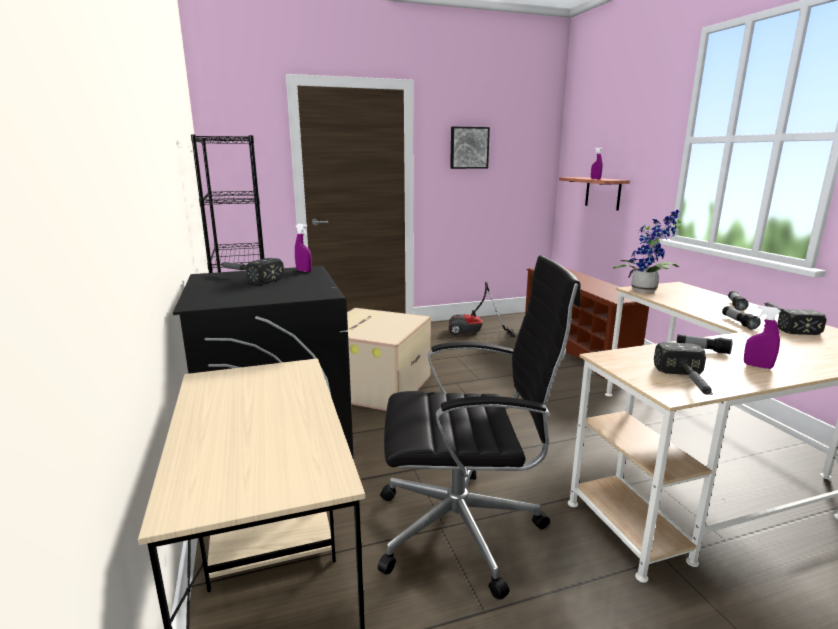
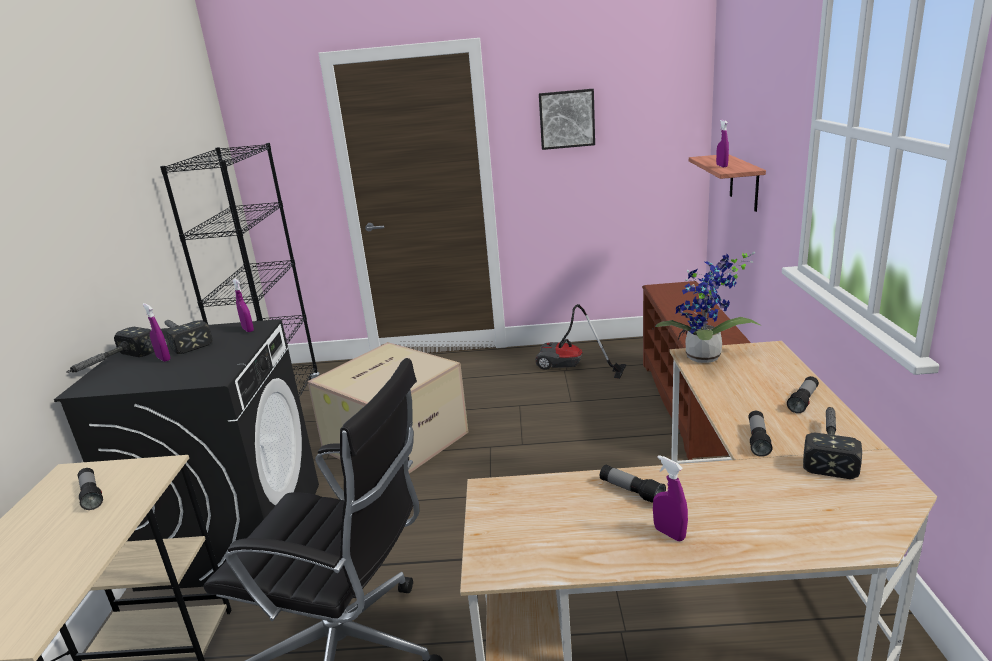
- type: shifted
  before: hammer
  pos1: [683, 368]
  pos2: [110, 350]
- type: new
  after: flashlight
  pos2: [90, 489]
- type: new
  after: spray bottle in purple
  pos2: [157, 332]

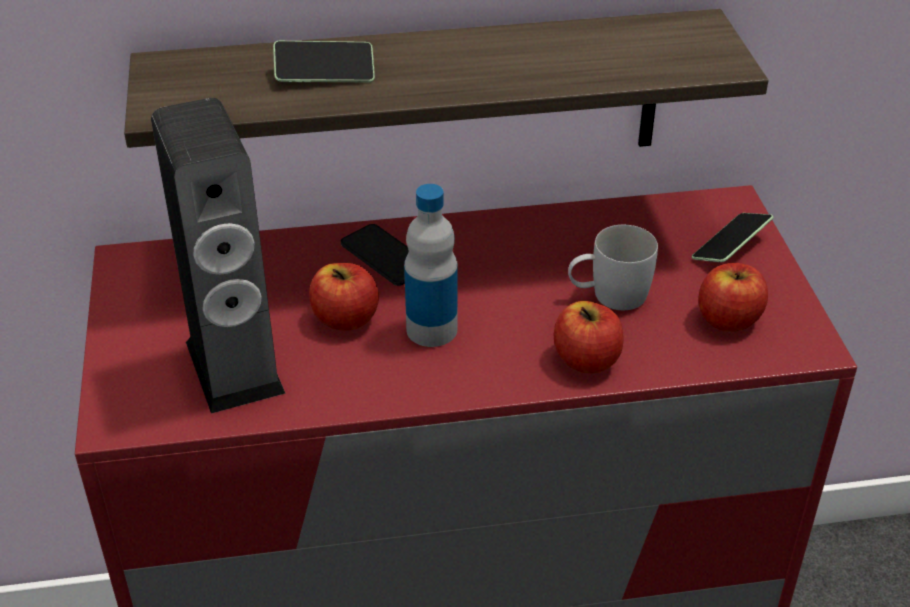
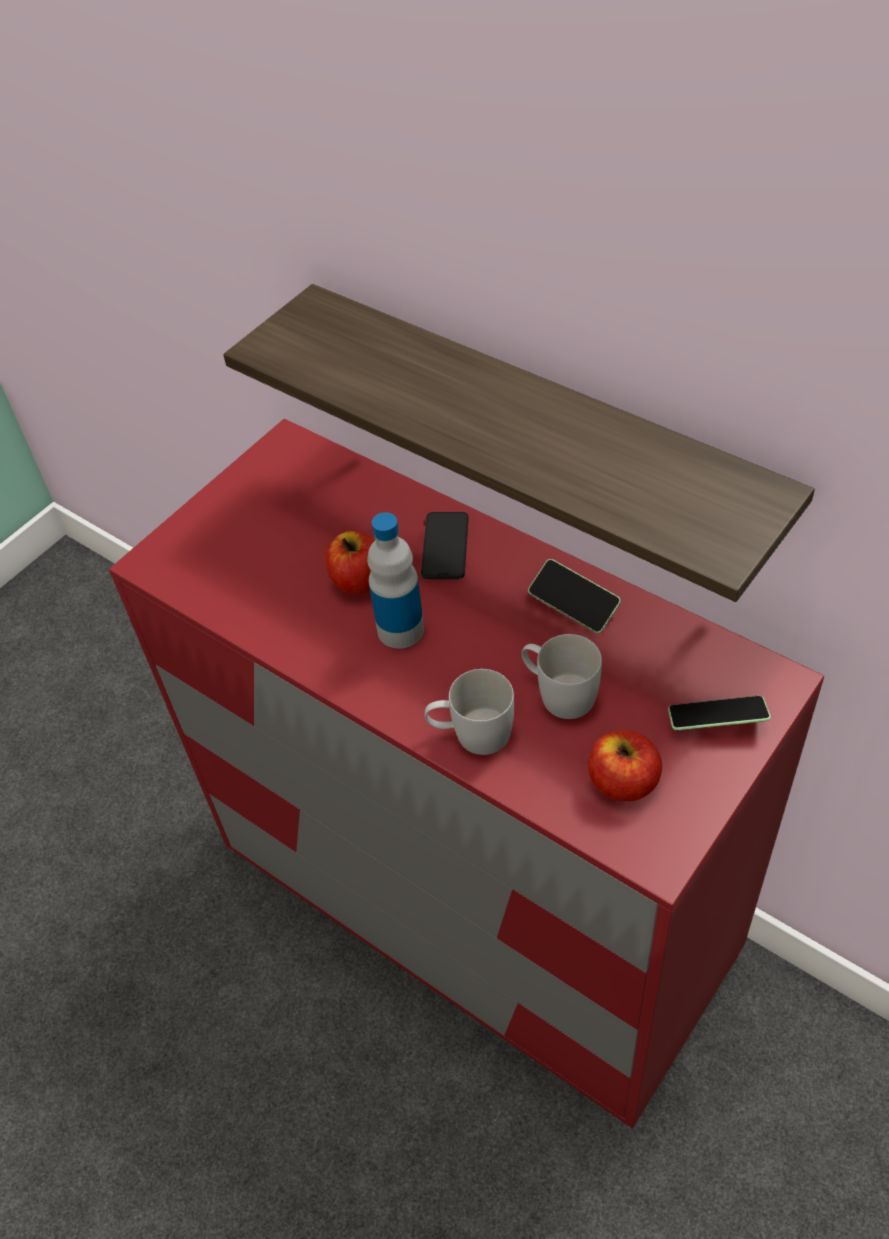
- type: swapped
  before: apple
  after: mug in white
  pos1: [588, 337]
  pos2: [469, 712]
- type: shifted
  before: phone
  pos1: [324, 61]
  pos2: [574, 596]
- type: gone
  before: speaker
  pos1: [218, 256]

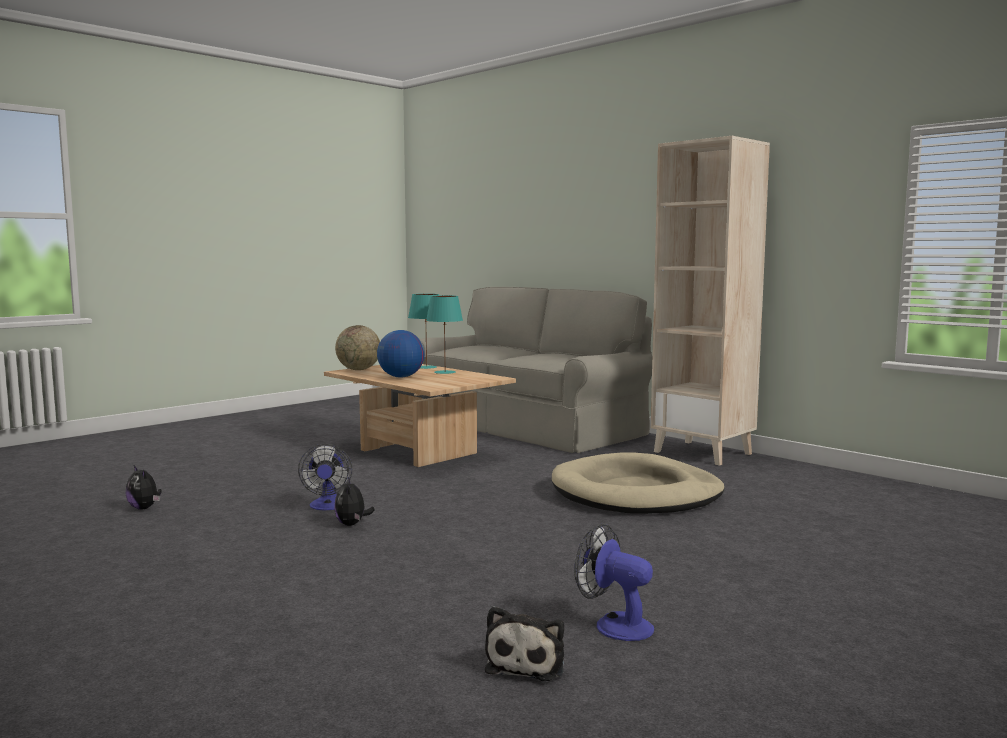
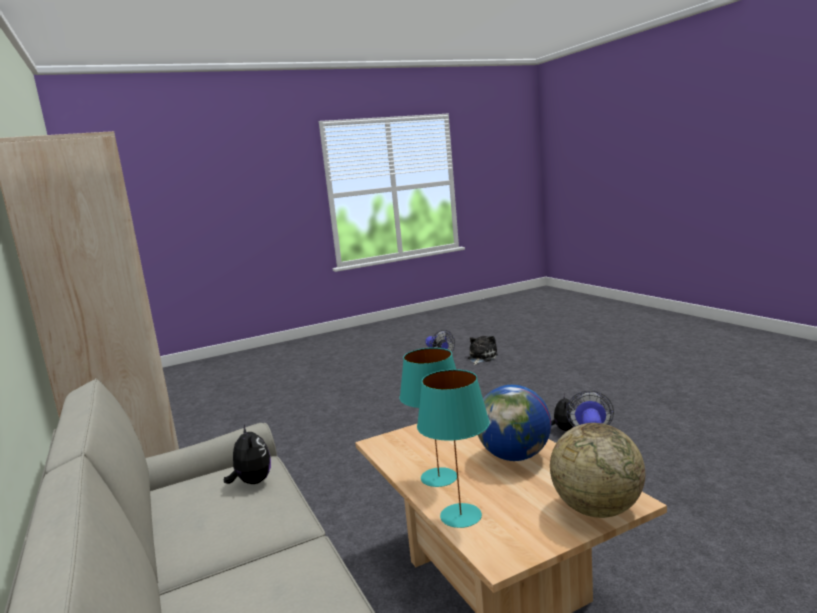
- type: shifted
  before: plush toy
  pos1: [144, 488]
  pos2: [247, 454]
- type: gone
  before: dog bed in beige
  pos1: [638, 483]

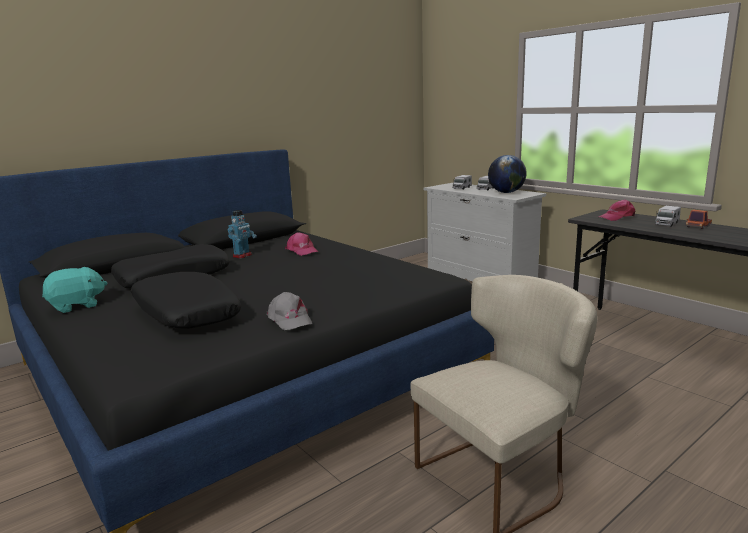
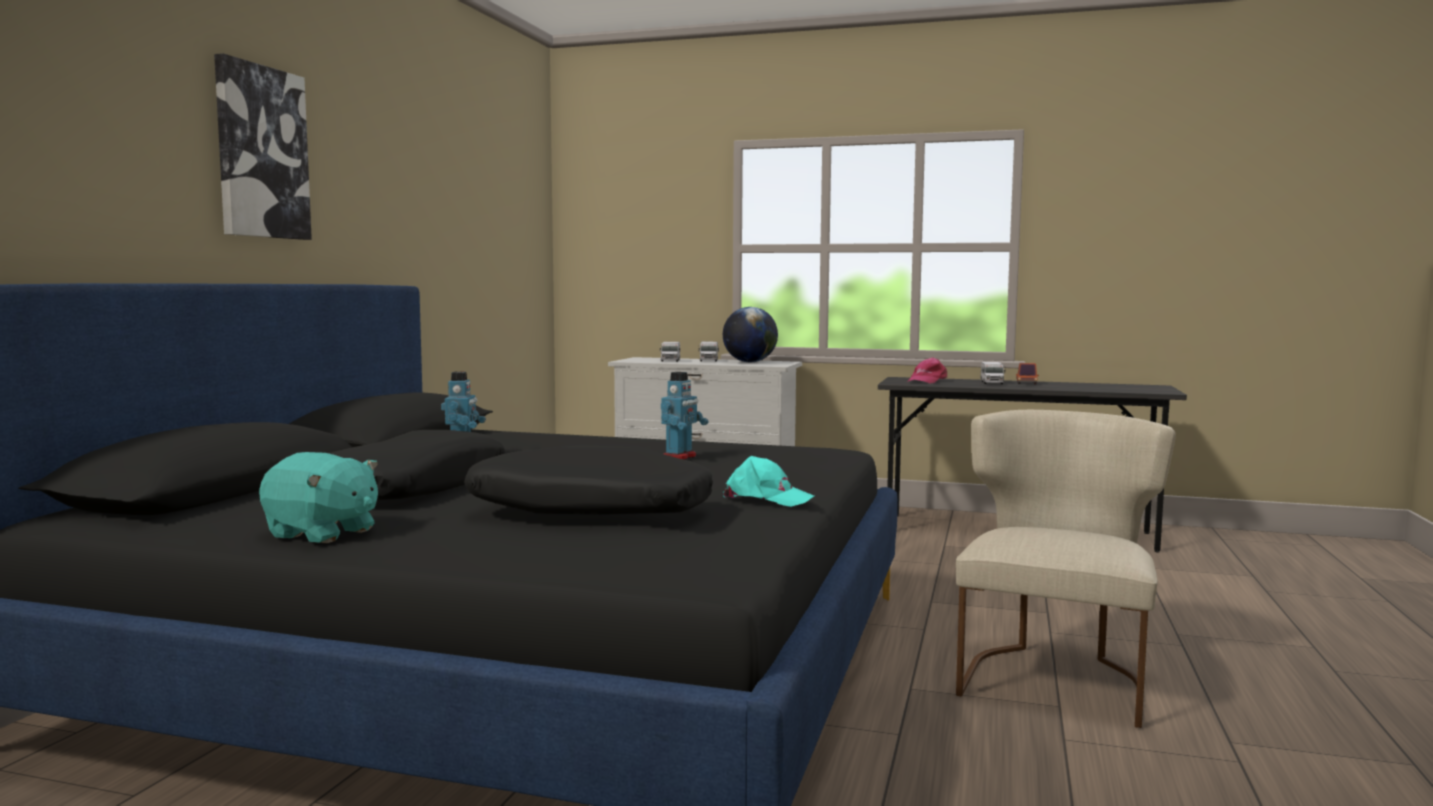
- type: new
  after: picture
  pos2: [263, 146]
- type: rotated
  before: plush toy in turquoise
  pos1: [74, 290]
  pos2: [318, 497]
  turn: 90
- type: new
  after: toy robot
  pos2: [684, 416]
- type: repainted
  before: cap in grey
  after: cap in turquoise
  pos1: [289, 311]
  pos2: [768, 481]
- type: gone
  before: cap in pink
  pos1: [301, 244]

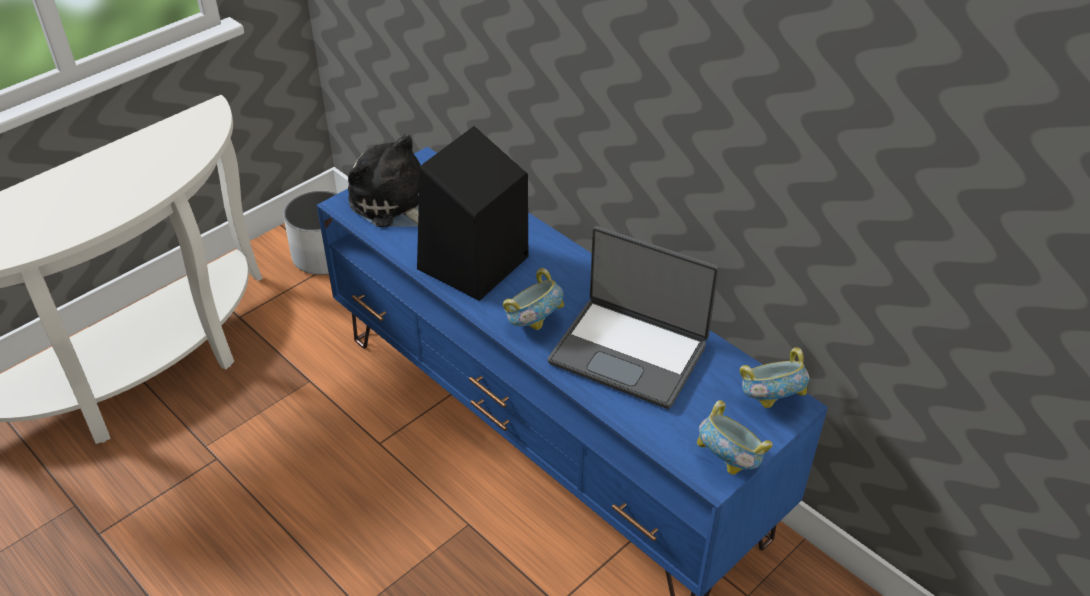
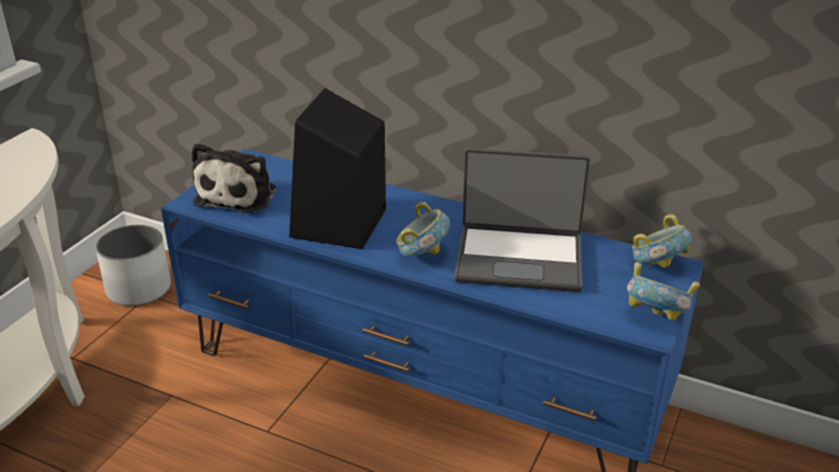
- type: rotated
  before: plush toy
  pos1: [384, 180]
  pos2: [233, 178]
  turn: -105

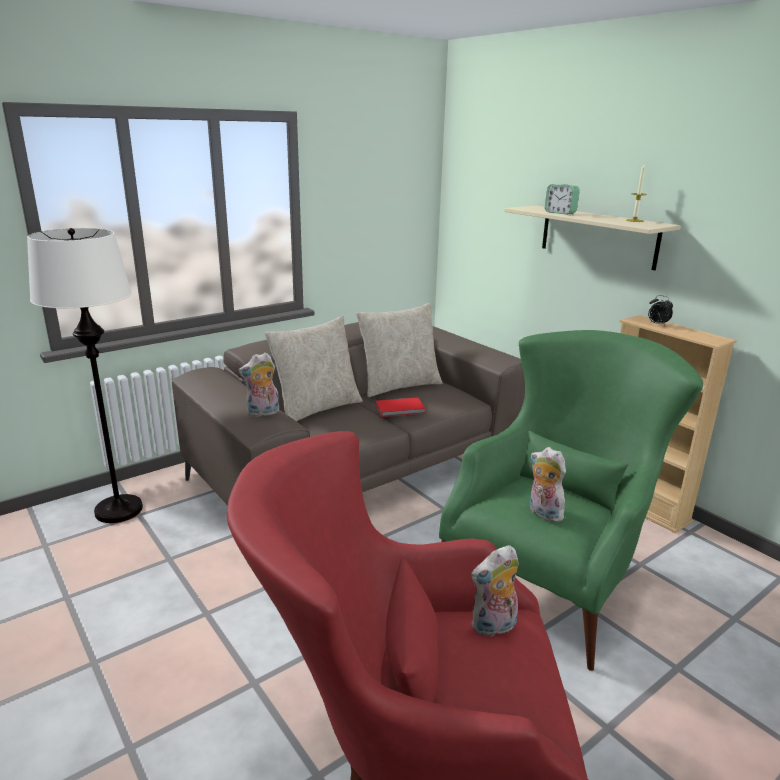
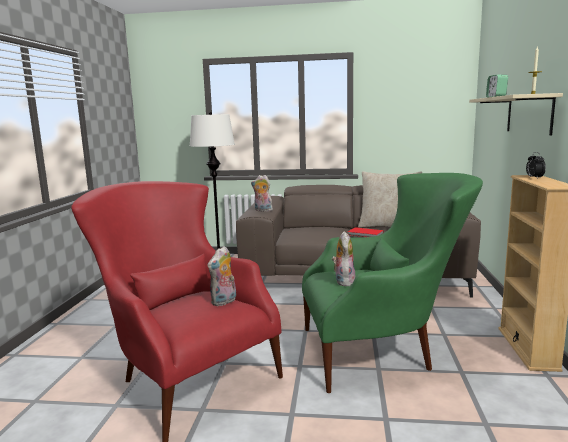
- type: rotated
  before: plush toy
  pos1: [495, 591]
  pos2: [222, 276]
  turn: -75
- type: gone
  before: pillow in beige
  pos1: [314, 368]

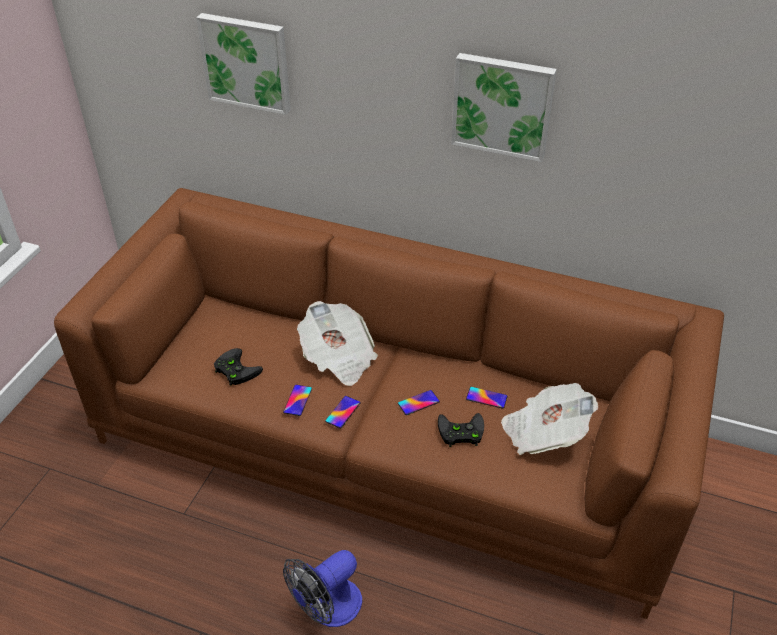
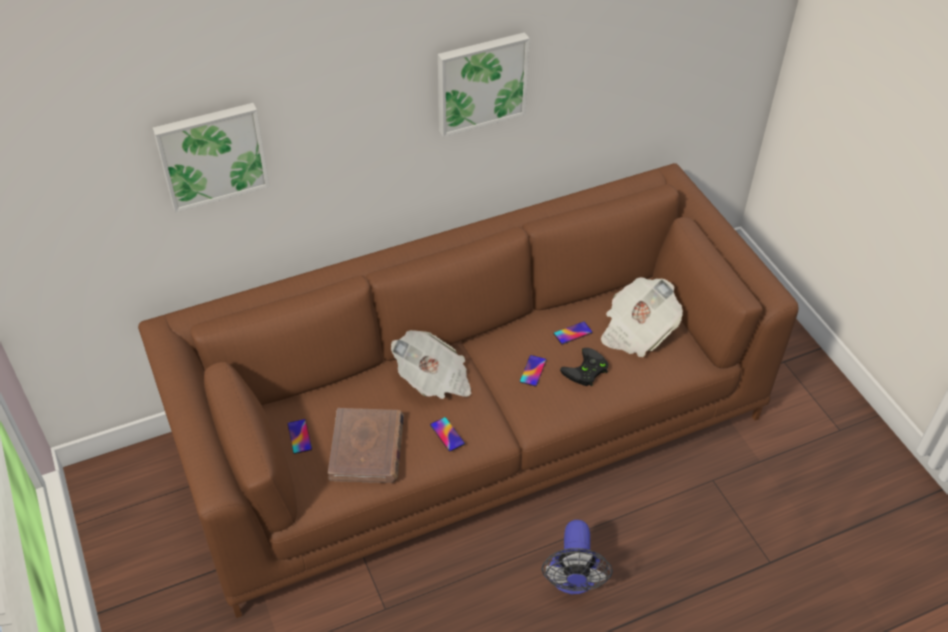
- type: shifted
  before: phone
  pos1: [343, 412]
  pos2: [300, 436]
- type: swapped
  before: game controller in black
  after: book in brown
  pos1: [238, 367]
  pos2: [366, 445]

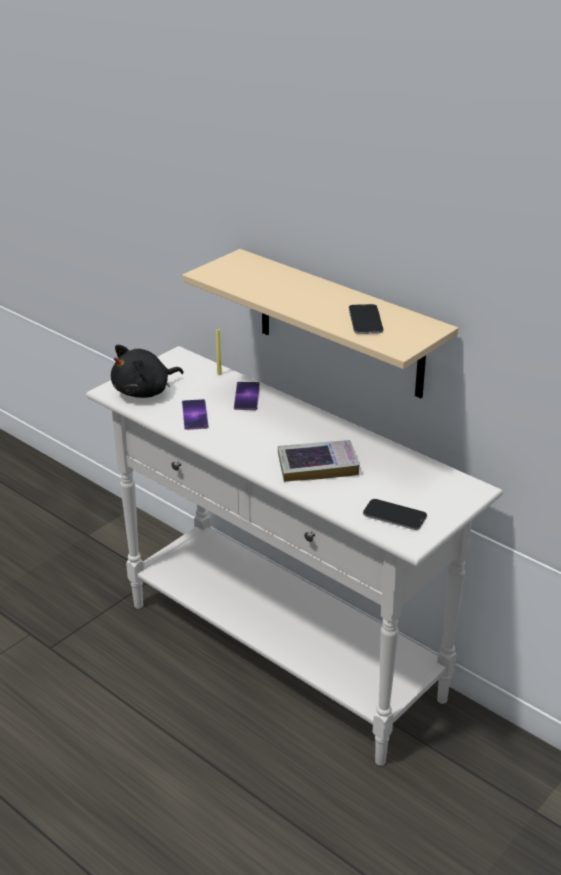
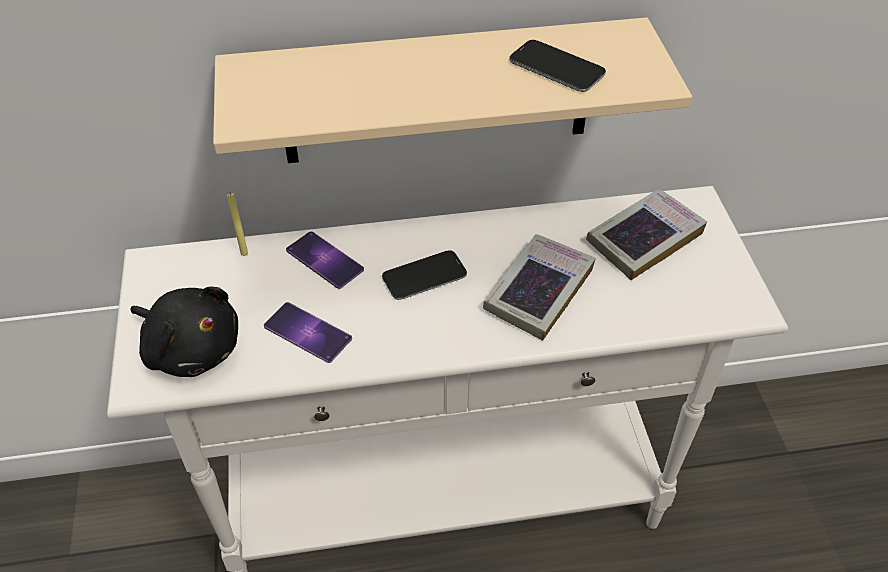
- type: rotated
  before: plush toy in black
  pos1: [147, 371]
  pos2: [184, 332]
  turn: -60
- type: shifted
  before: phone
  pos1: [395, 514]
  pos2: [424, 275]
- type: new
  after: book
  pos2: [646, 234]

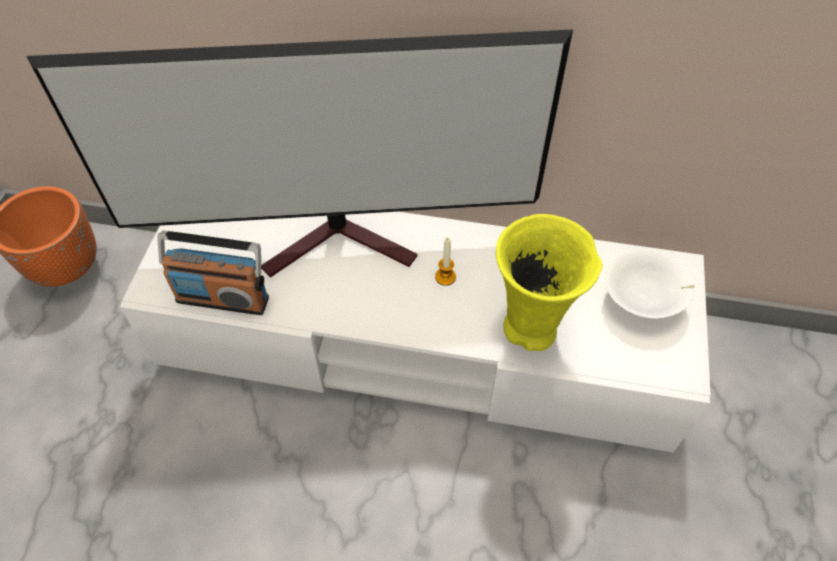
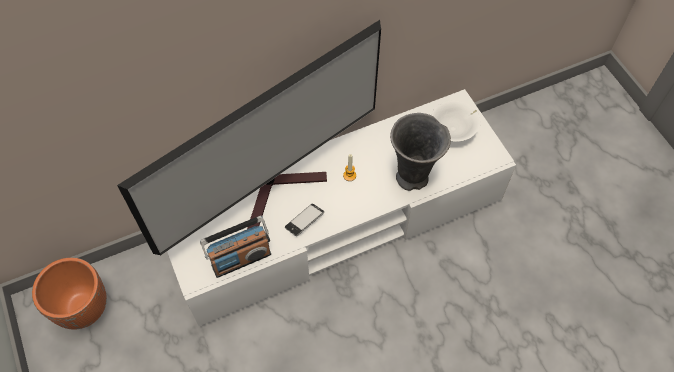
- type: new
  after: phone
  pos2: [304, 220]
- type: repainted
  before: vase in yellow
  after: vase in grey
  pos1: [549, 282]
  pos2: [420, 152]

